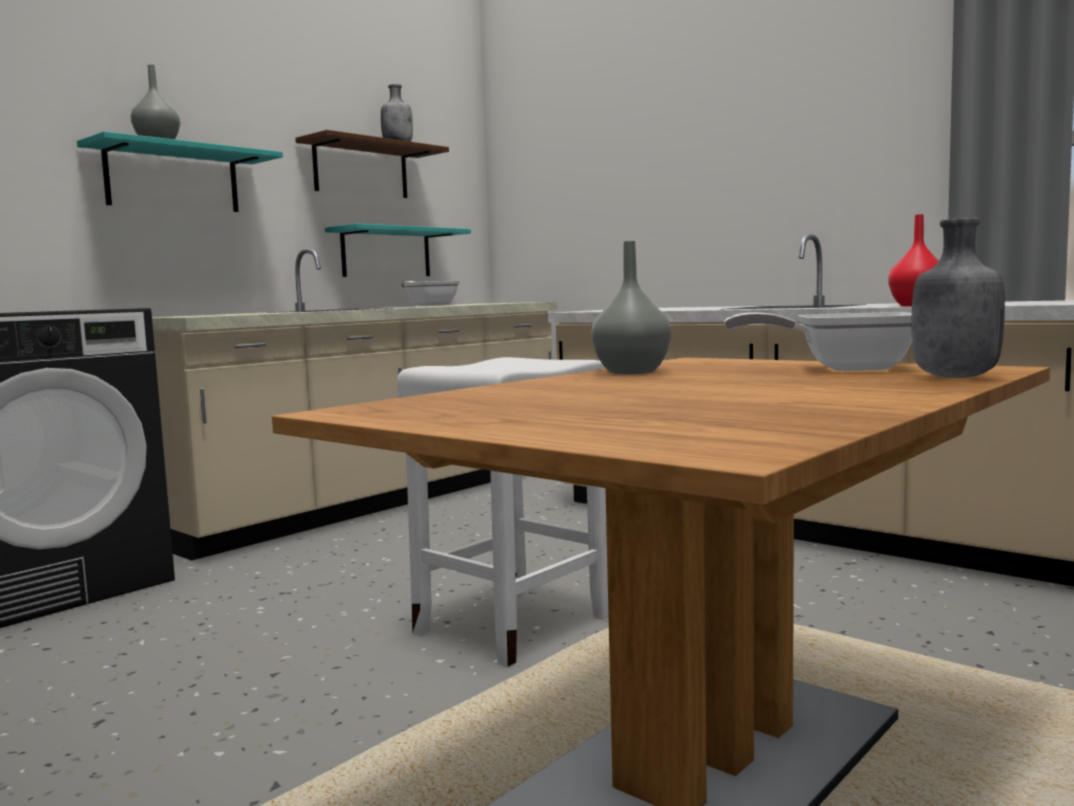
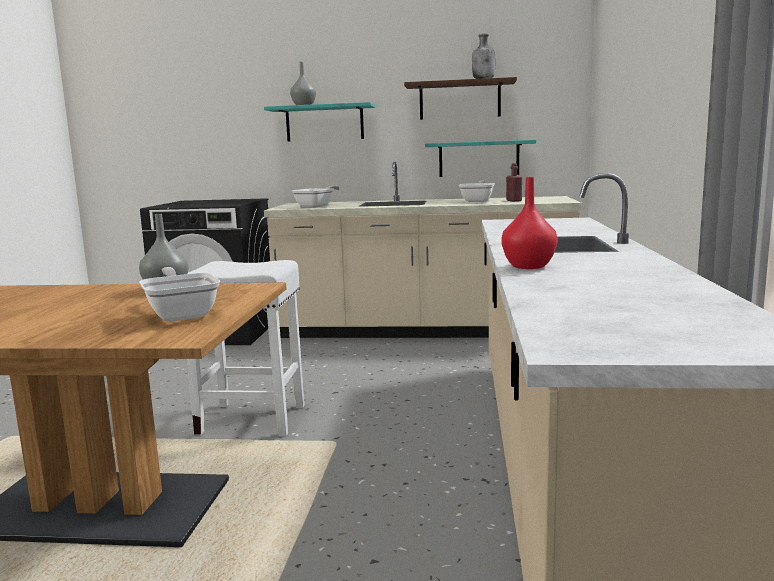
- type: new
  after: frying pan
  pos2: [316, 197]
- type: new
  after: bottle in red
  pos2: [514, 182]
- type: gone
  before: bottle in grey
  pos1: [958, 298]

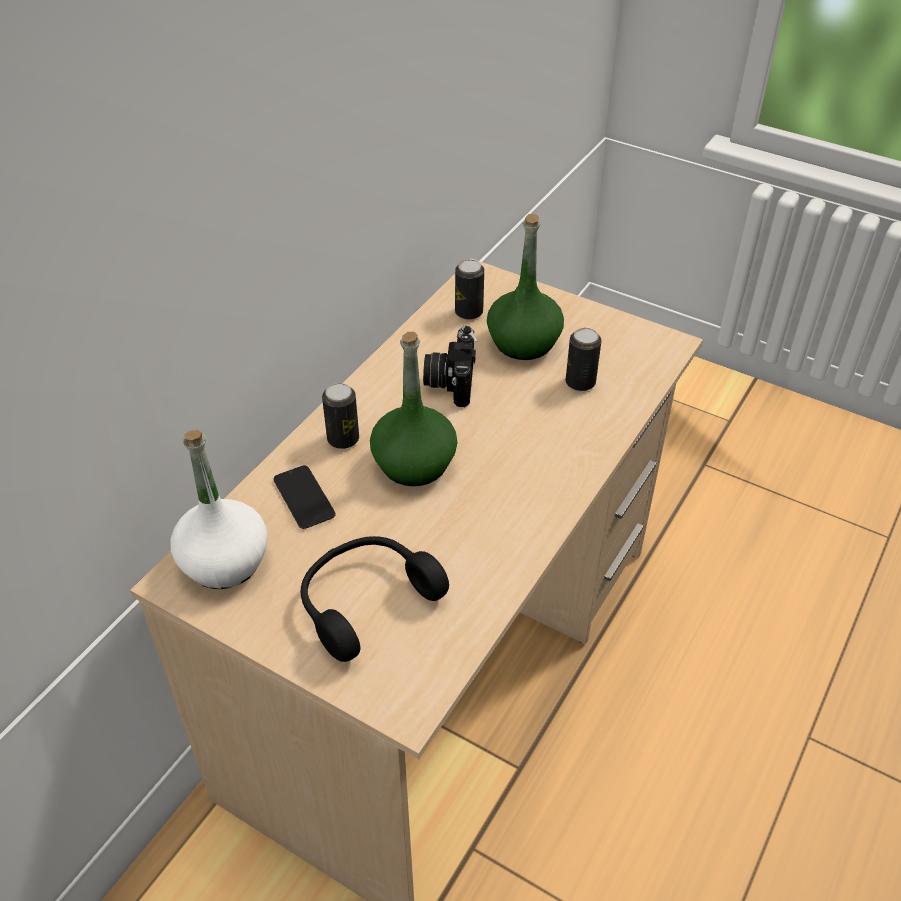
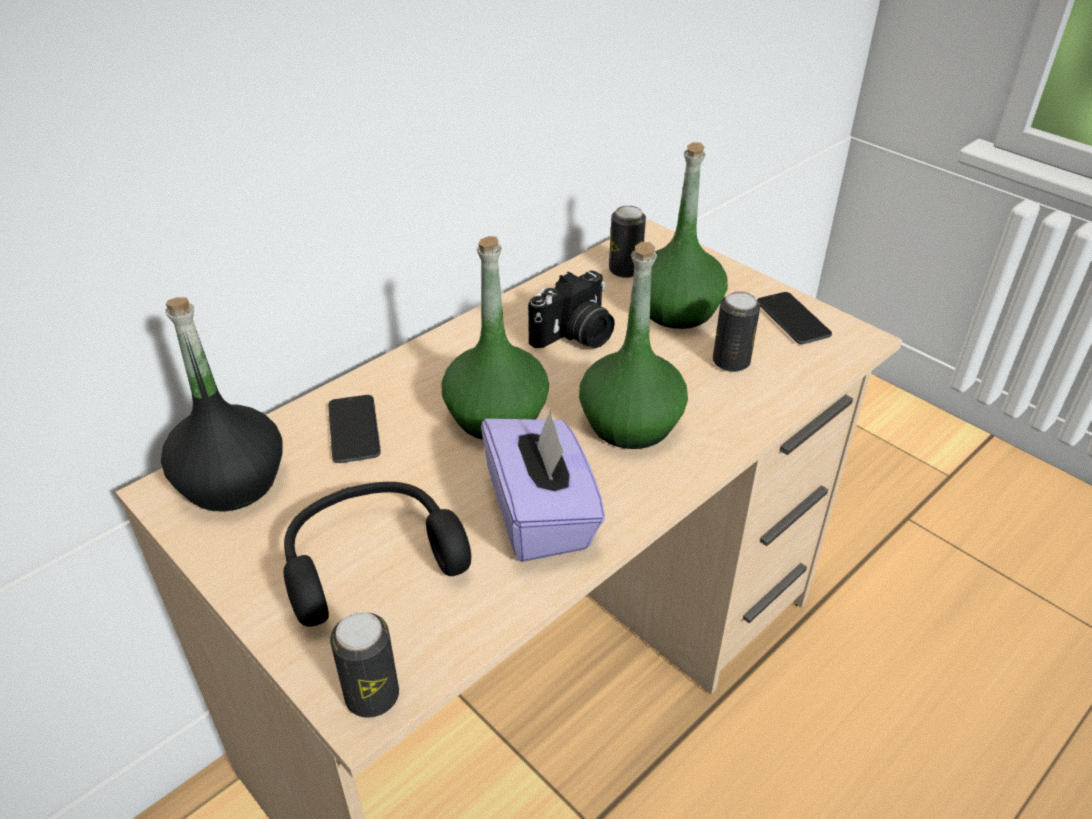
- type: repainted
  before: bottle in white
  after: bottle in black
  pos1: [219, 509]
  pos2: [222, 404]
- type: shifted
  before: can
  pos1: [340, 416]
  pos2: [364, 665]
- type: new
  after: tissue box in purple
  pos2: [543, 485]
- type: rotated
  before: photo camera
  pos1: [450, 366]
  pos2: [571, 309]
  turn: -150
- type: new
  after: bottle in green
  pos2: [633, 345]
- type: new
  after: phone
  pos2: [794, 318]

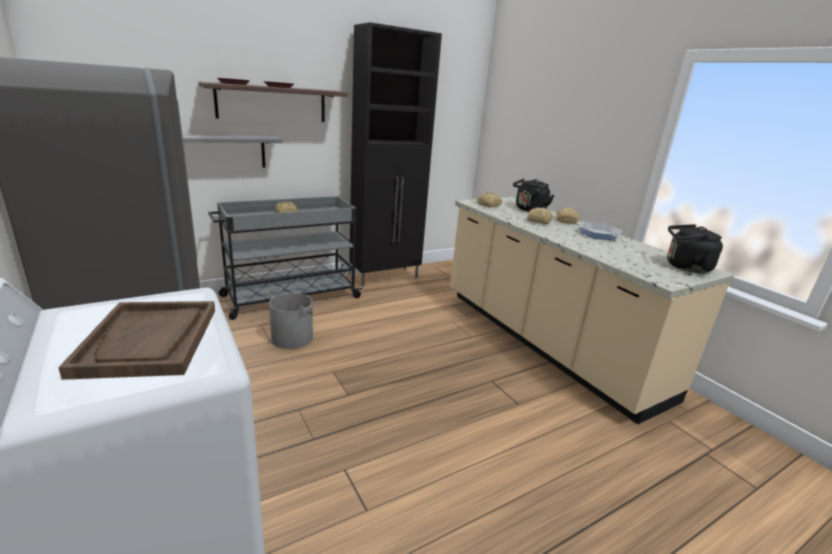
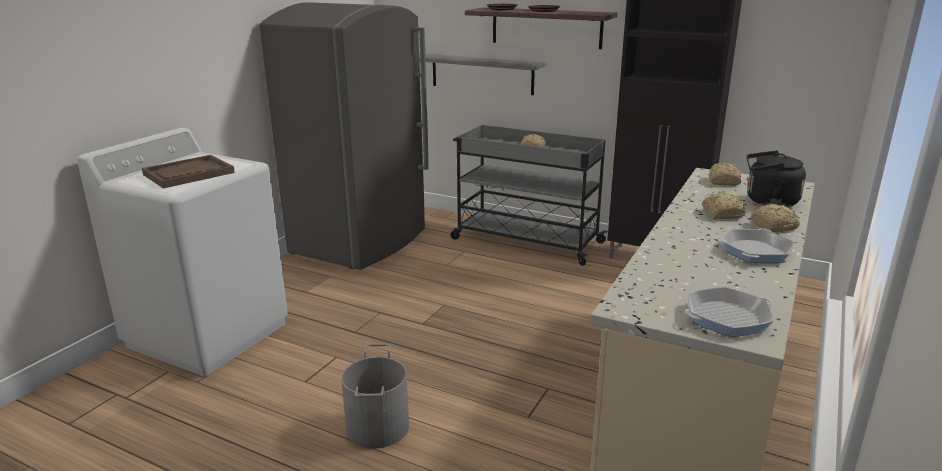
- type: shifted
  before: bucket in grey
  pos1: [291, 318]
  pos2: [375, 396]
- type: swapped
  before: kettle in black
  after: frying pan
  pos1: [695, 248]
  pos2: [729, 312]

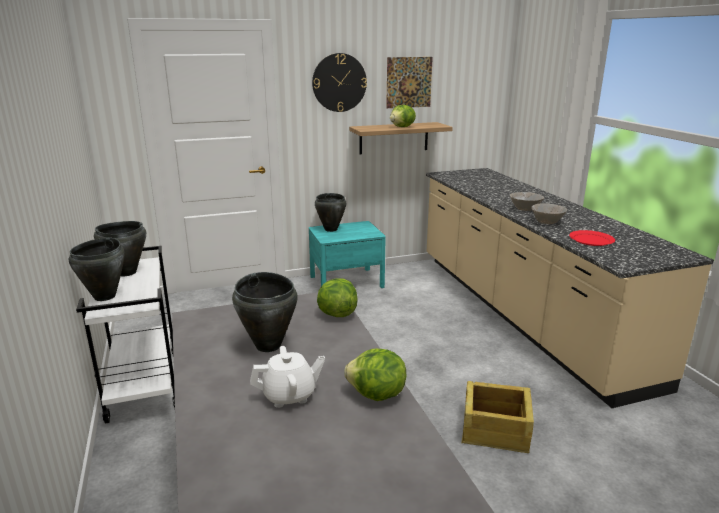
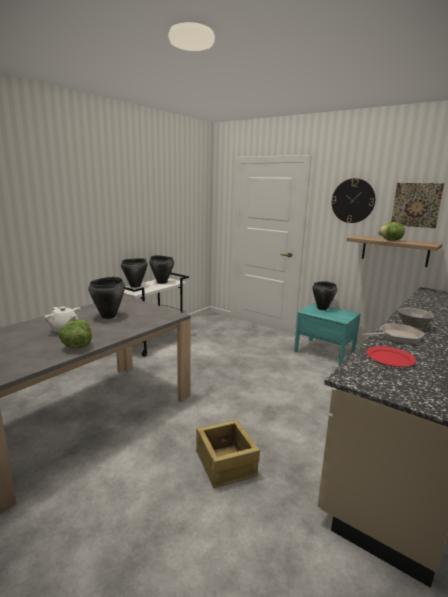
- type: swapped
  before: bowl in grey
  after: frying pan
  pos1: [549, 213]
  pos2: [393, 333]
- type: gone
  before: lettuce
  pos1: [337, 297]

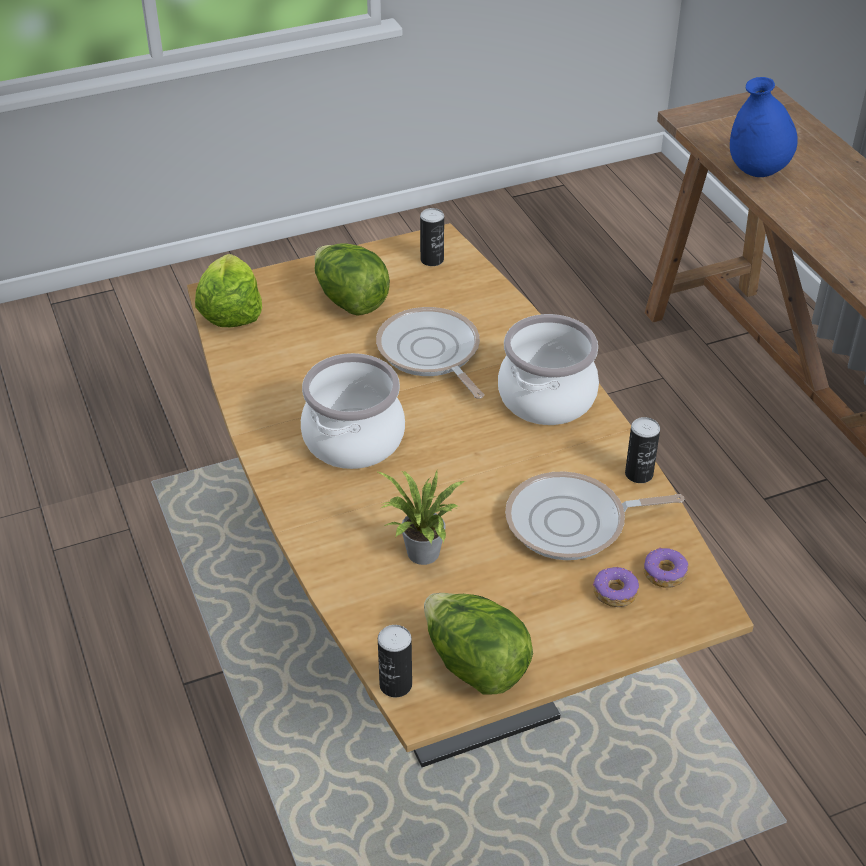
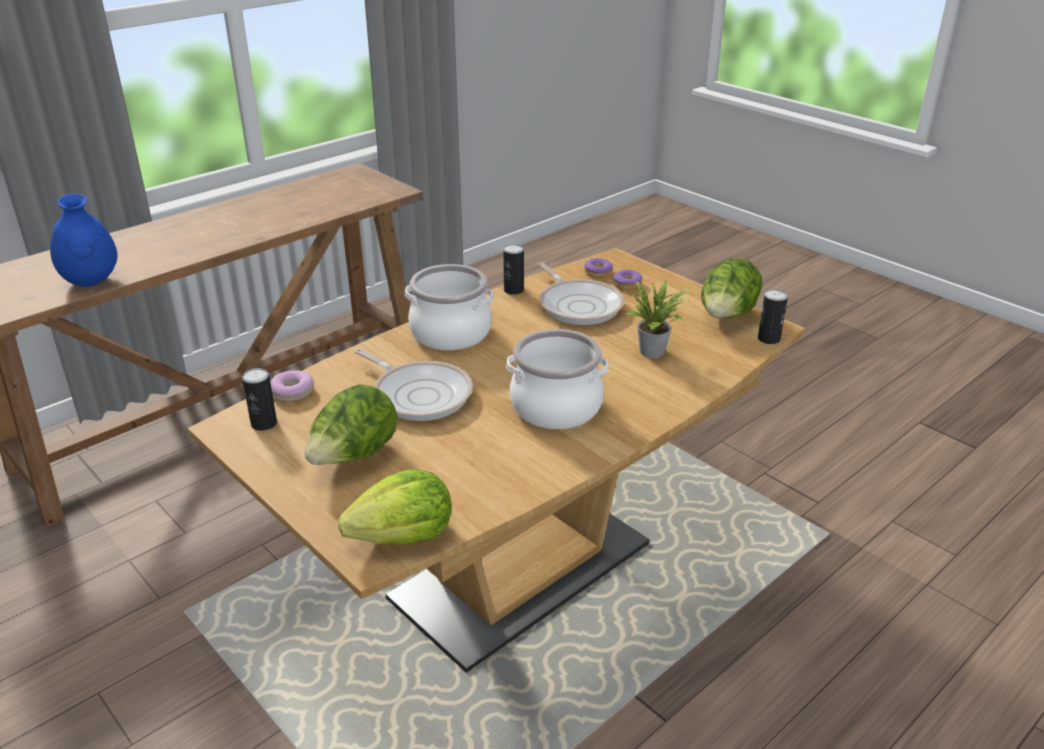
- type: new
  after: donut
  pos2: [292, 386]
- type: rotated
  before: frying pan
  pos1: [430, 353]
  pos2: [414, 384]
  turn: -90

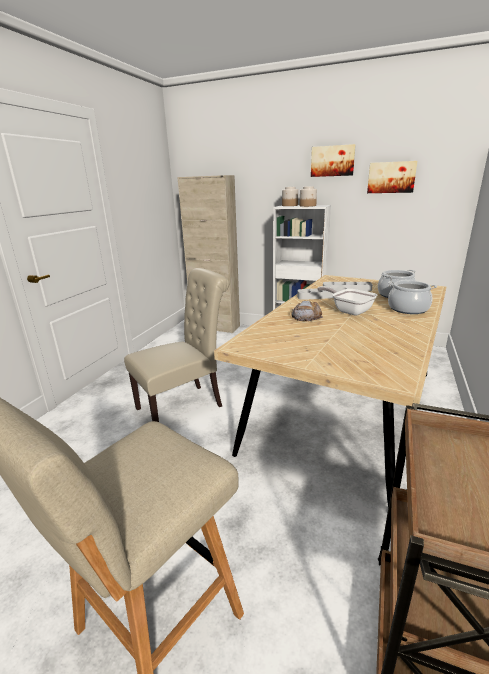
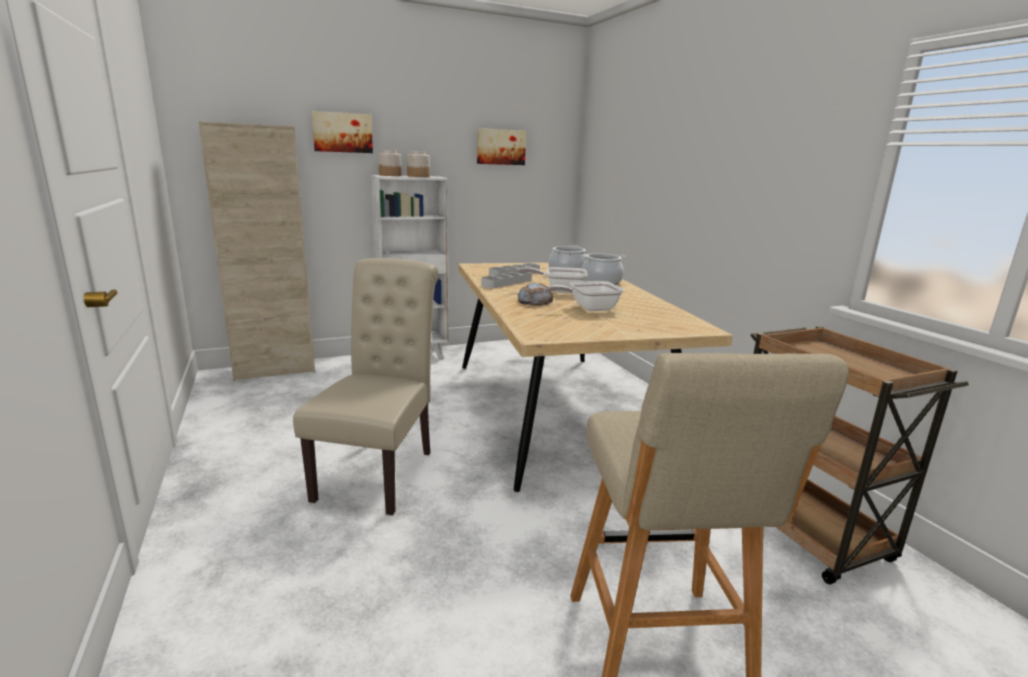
- type: shifted
  before: picture
  pos1: [333, 160]
  pos2: [342, 132]
- type: new
  after: frying pan
  pos2: [584, 296]

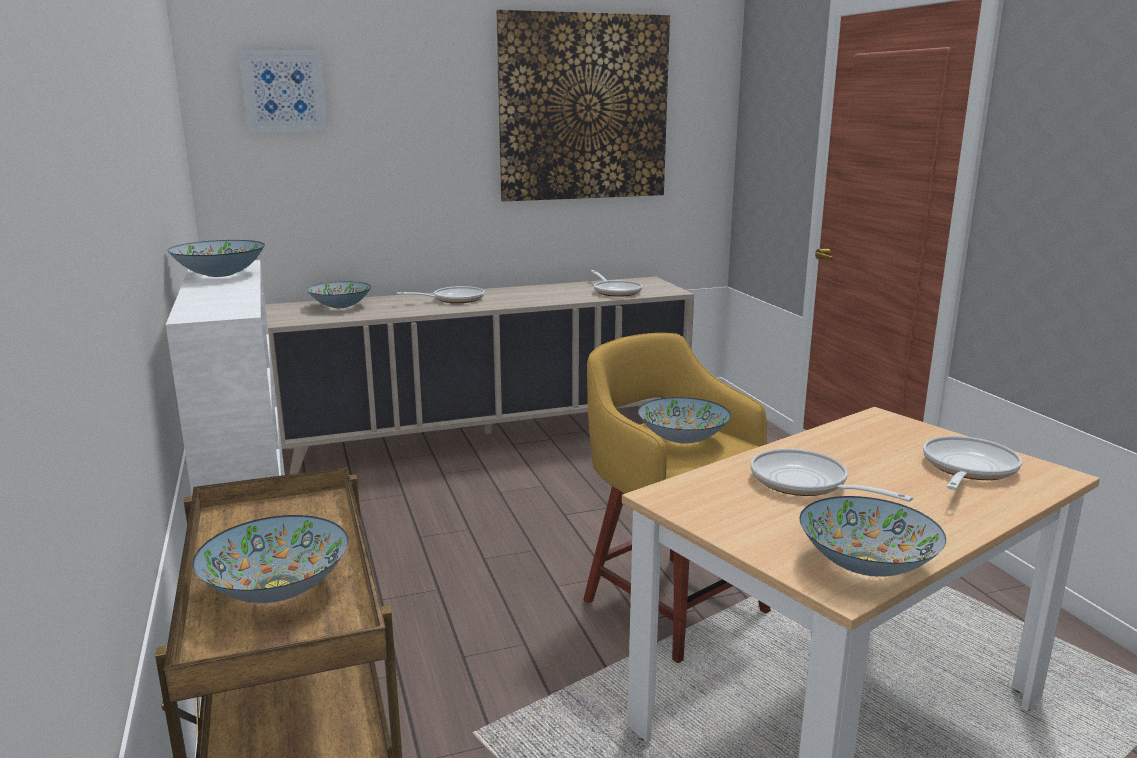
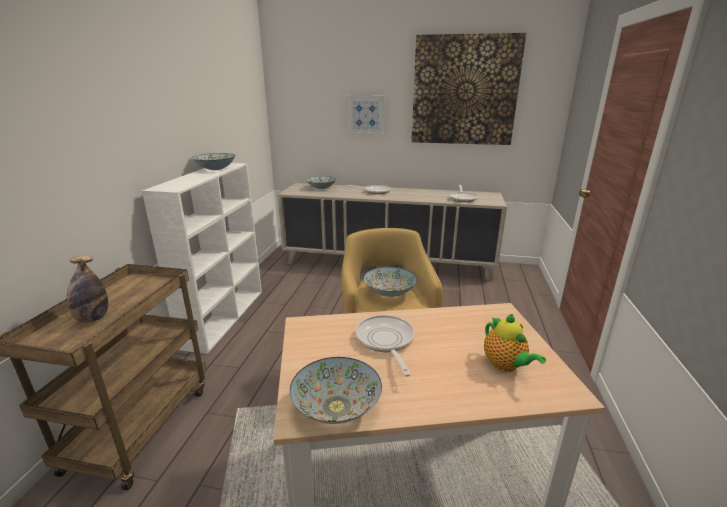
- type: swapped
  before: bowl
  after: bottle
  pos1: [270, 559]
  pos2: [87, 289]
- type: shifted
  before: picture
  pos1: [283, 90]
  pos2: [366, 115]
- type: swapped
  before: frying pan
  after: teapot
  pos1: [972, 463]
  pos2: [515, 343]

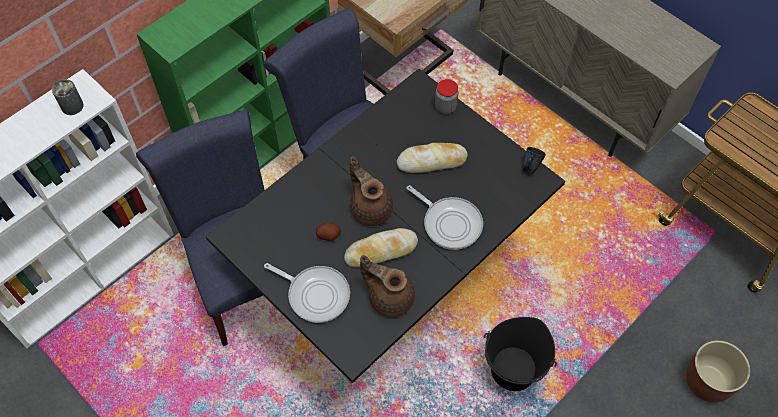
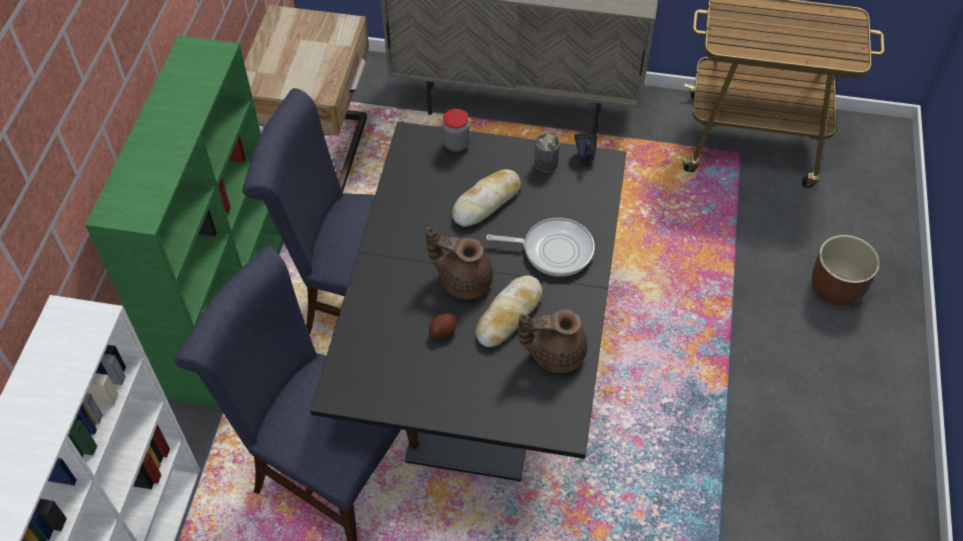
- type: shifted
  before: can
  pos1: [68, 97]
  pos2: [547, 152]
- type: gone
  before: frying pan
  pos1: [307, 293]
- type: gone
  before: bucket in black
  pos1: [520, 354]

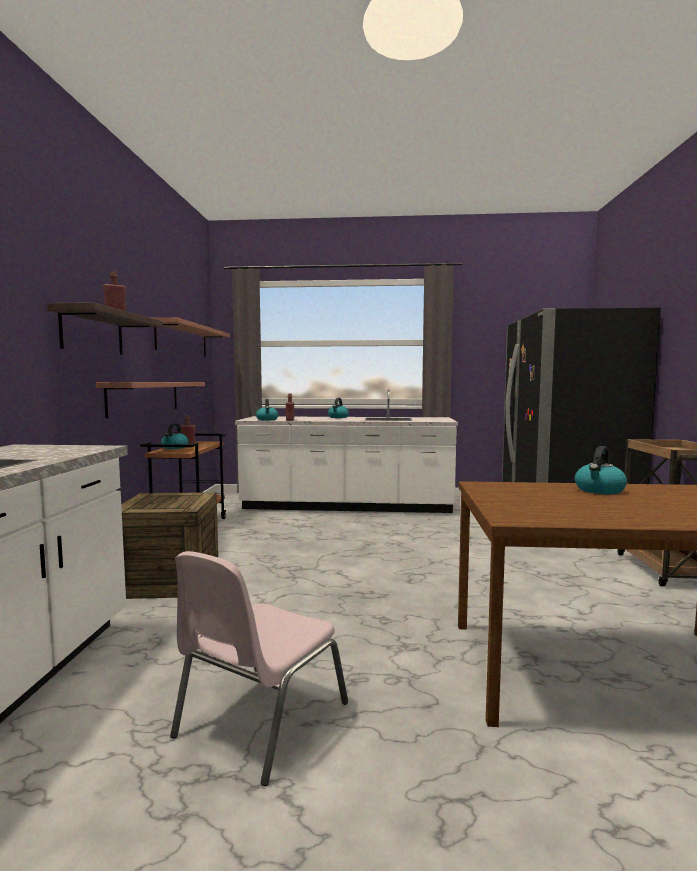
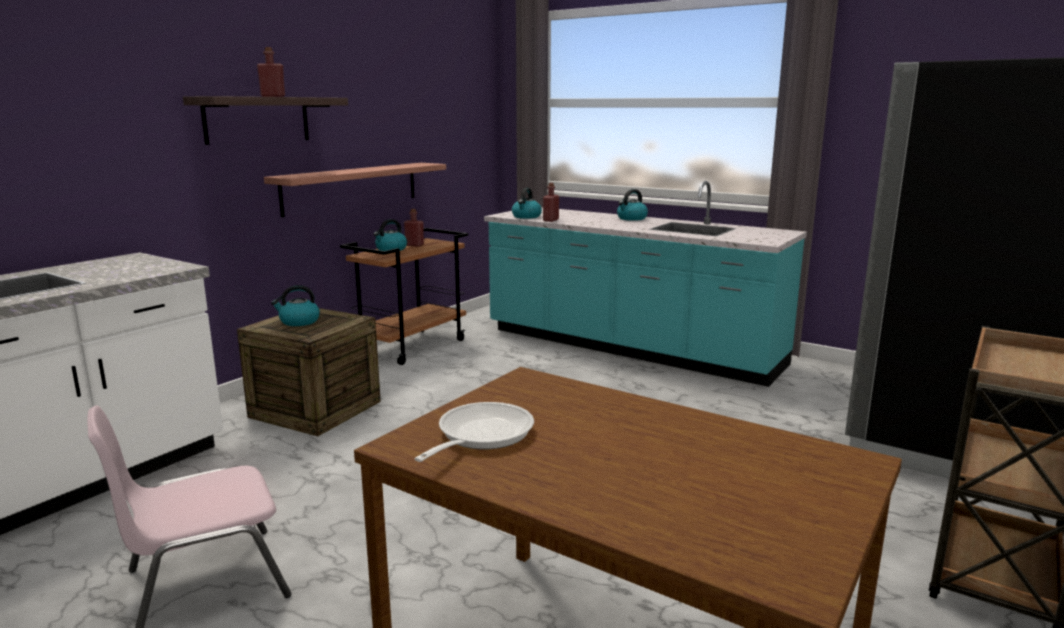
- type: shifted
  before: kettle
  pos1: [601, 470]
  pos2: [295, 305]
- type: new
  after: frying pan
  pos2: [474, 432]
- type: repainted
  before: counter in white
  after: counter in turquoise
  pos1: [346, 451]
  pos2: [645, 284]
- type: gone
  before: shelf
  pos1: [191, 337]

